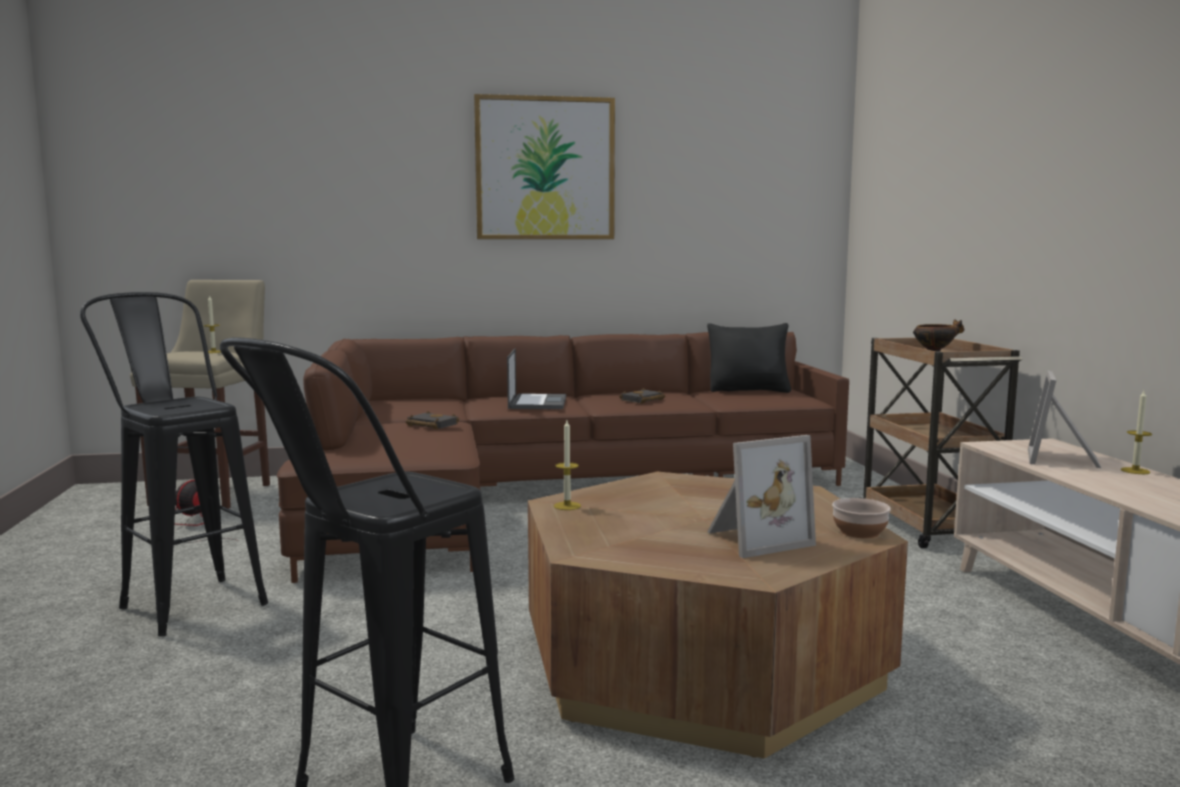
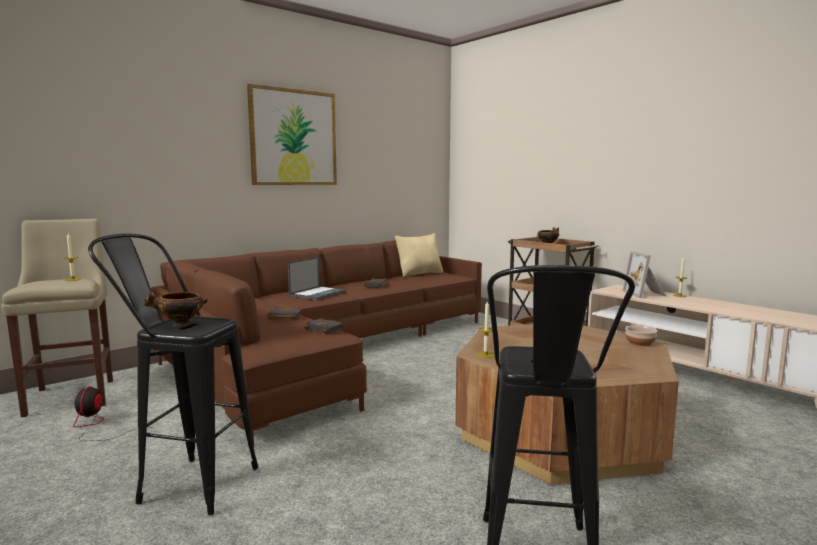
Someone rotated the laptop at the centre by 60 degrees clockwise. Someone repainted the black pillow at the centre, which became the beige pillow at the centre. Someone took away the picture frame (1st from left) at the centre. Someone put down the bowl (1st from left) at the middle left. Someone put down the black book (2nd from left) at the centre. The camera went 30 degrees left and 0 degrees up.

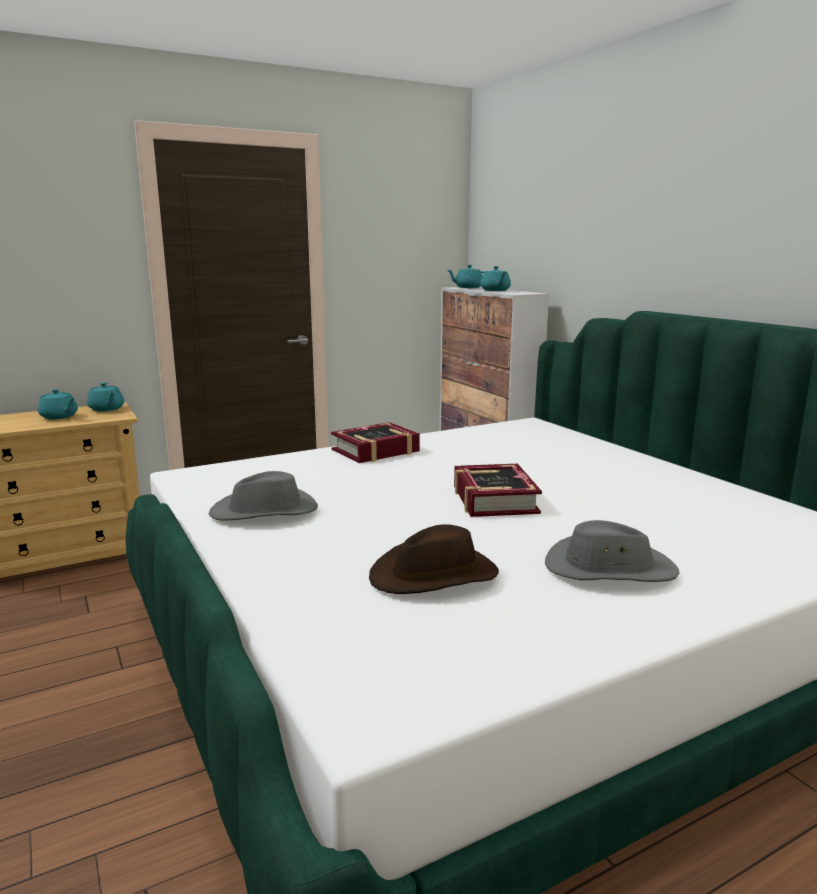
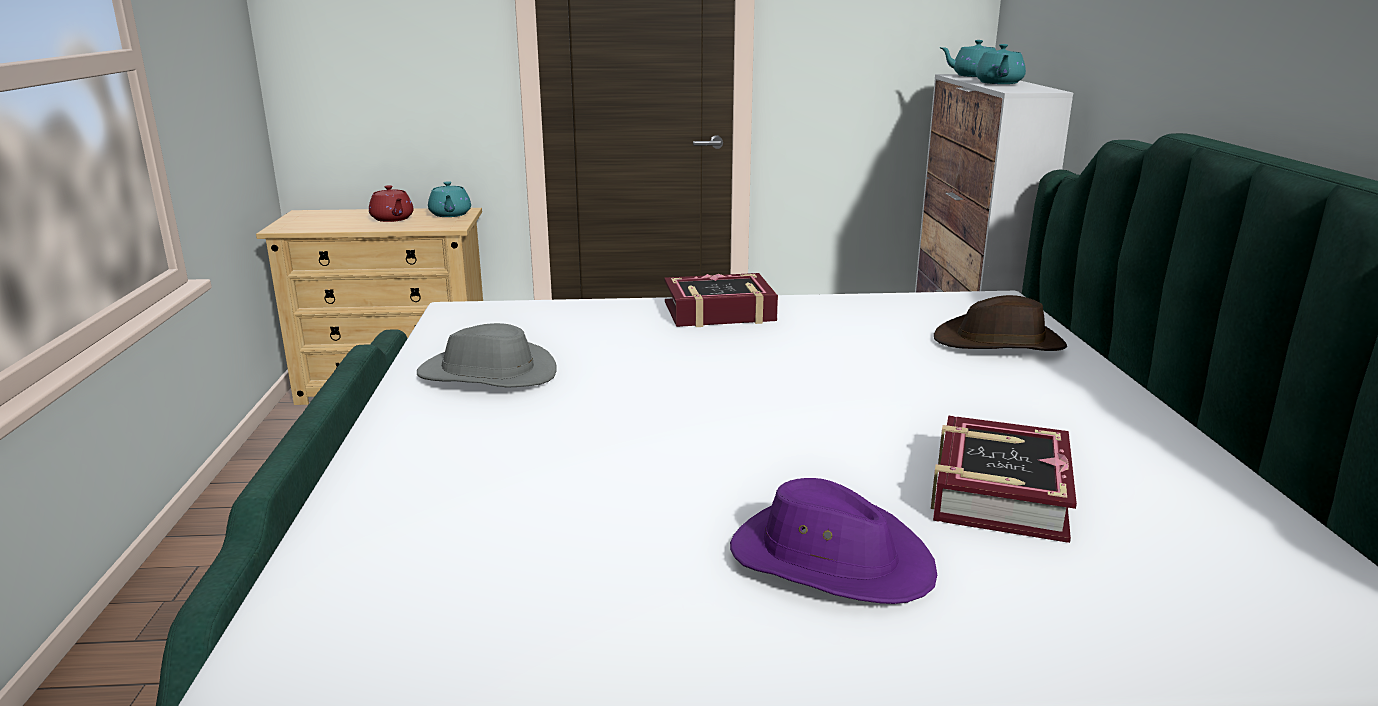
Someone repainted the turquoise teapot (1st from left) at the middle left, which became the red teapot at the top left. Someone carried the brown hat from the centre to the middle right. Someone carried the book (2nd from left) from the centre to the bottom right. Someone repainted the grey hat (2nd from left) at the middle right, which became the purple hat at the bottom centre. The camera went 25 degrees right and 5 degrees up.

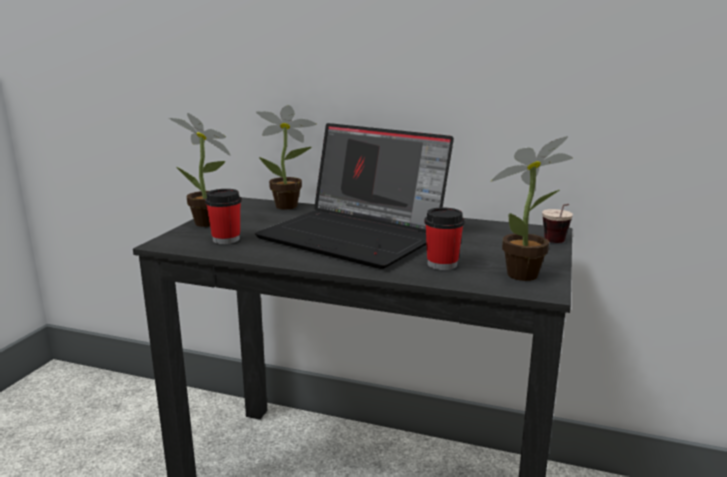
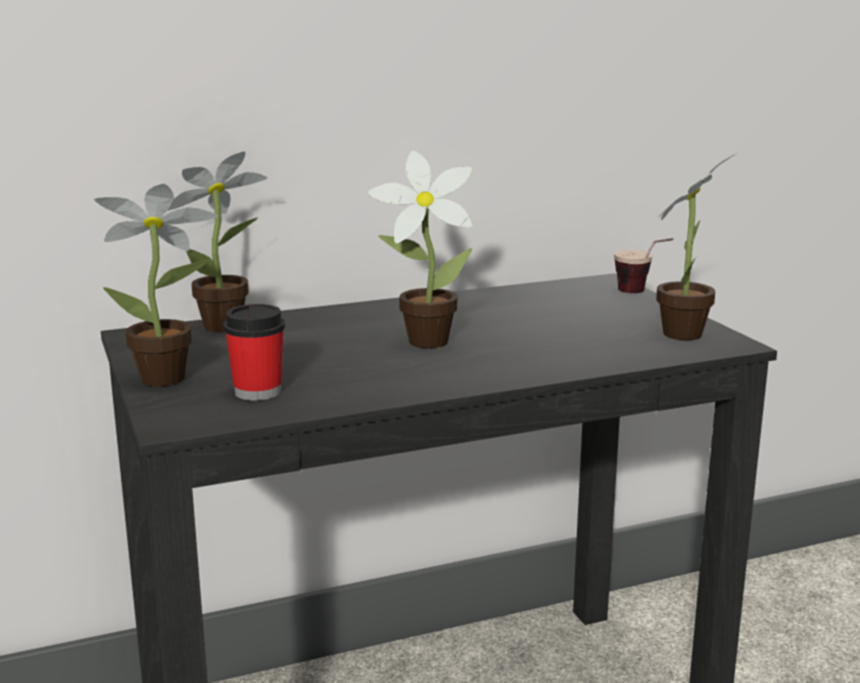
Someone swapped the laptop at the centre for the potted plant (3rd from left) at the centre. Someone took away the cup (2nd from left) at the centre. The camera went 40 degrees left and 0 degrees up.

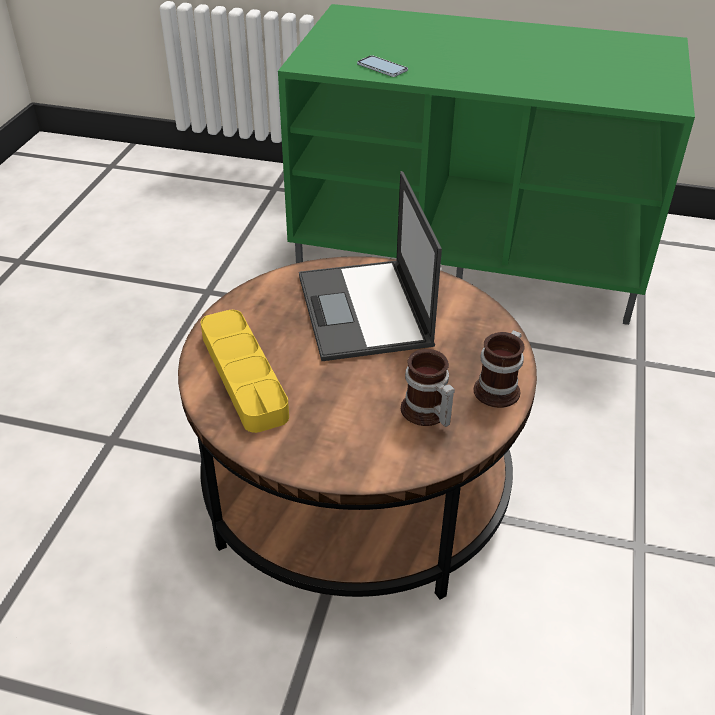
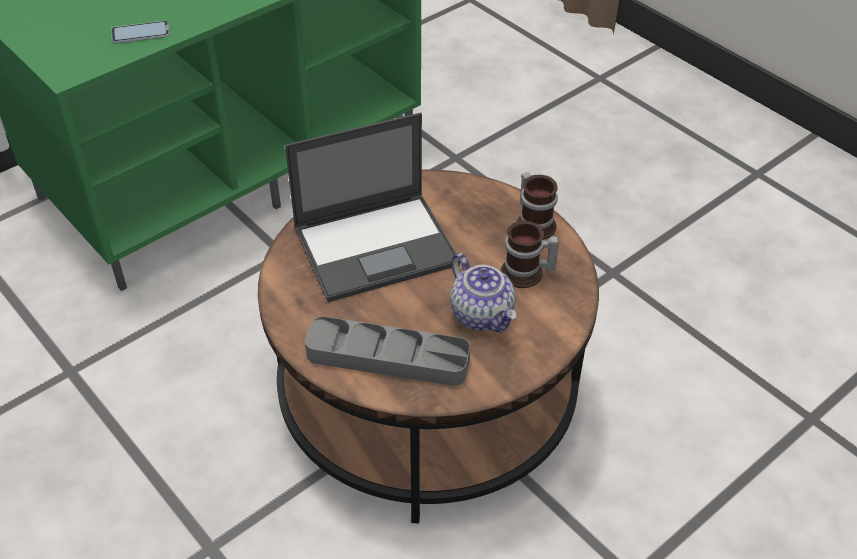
Someone repainted the yellow tray at the centre, which became the grey tray at the centre. Someone rotated the laptop at the centre by 45 degrees counterclockwise. Someone put down the teapot at the centre. The camera went 55 degrees left and 5 degrees up.

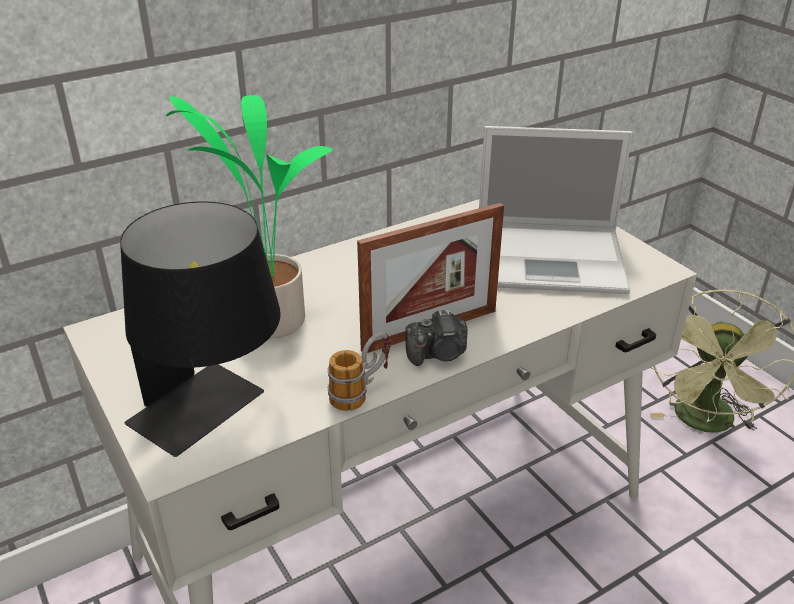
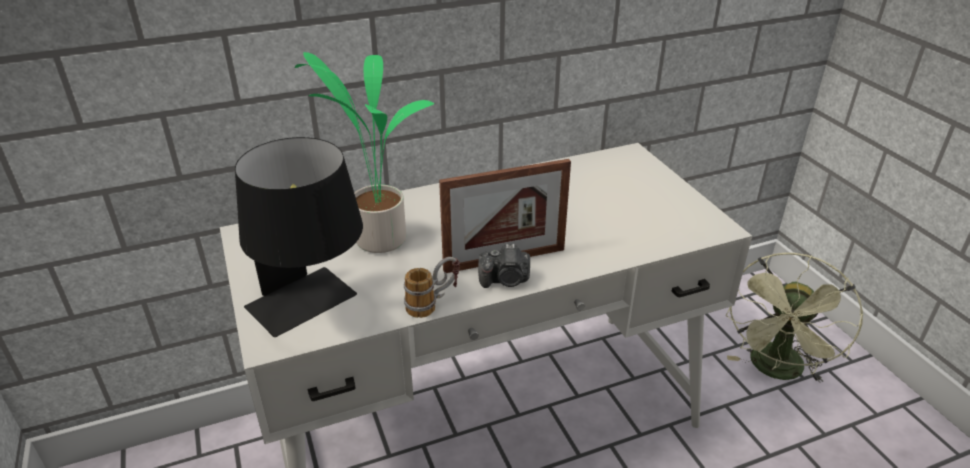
Someone took away the laptop at the middle right. The camera went 10 degrees right and 0 degrees up.

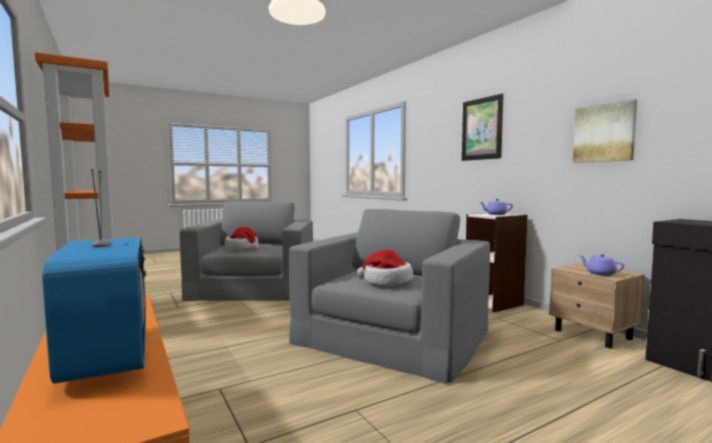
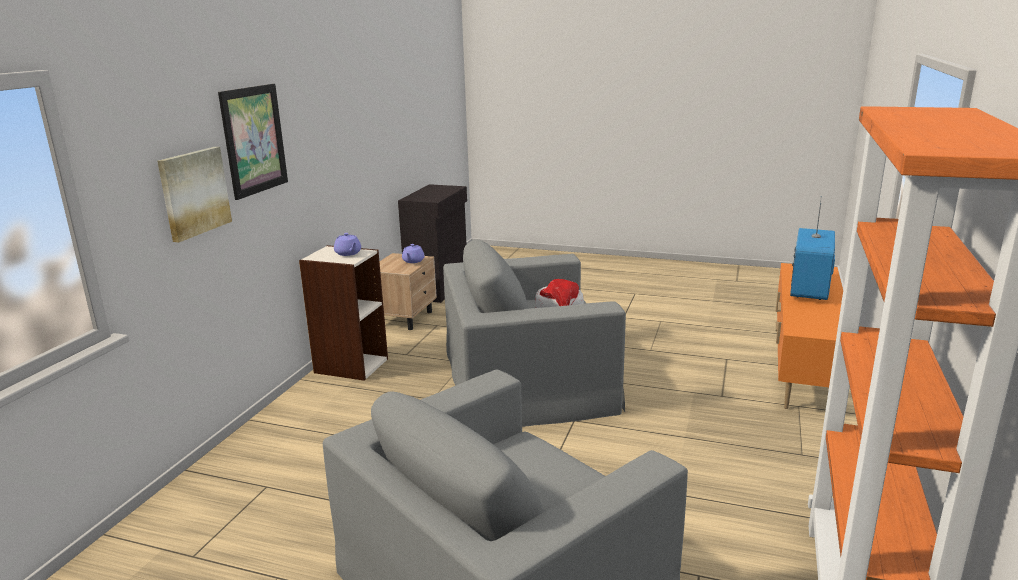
Someone took away the hat (1st from left) at the centre. Someone carried the picture (2nd from left in the first image) from the top right to the middle left. The camera went 130 degrees left and 15 degrees up.

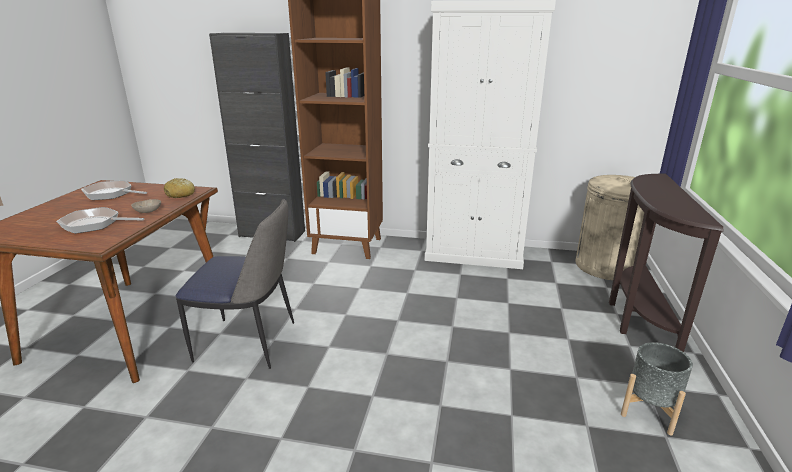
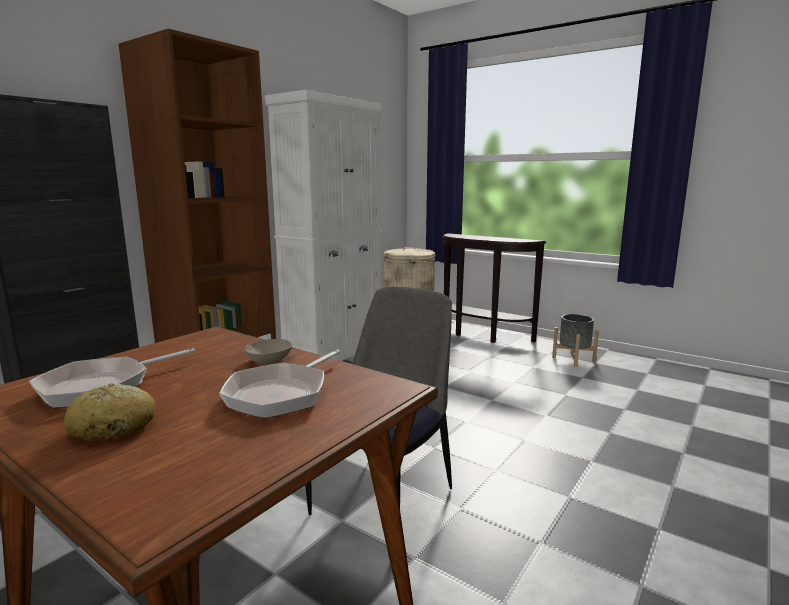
Someone carried the bread from the middle left to the bottom left. The camera went 65 degrees left and 10 degrees down.

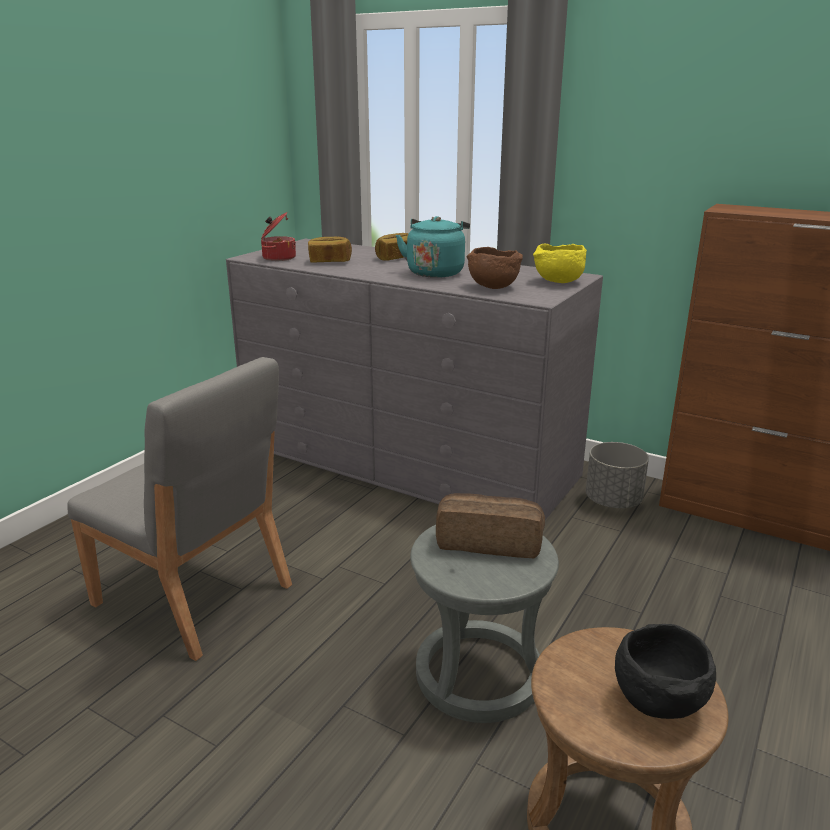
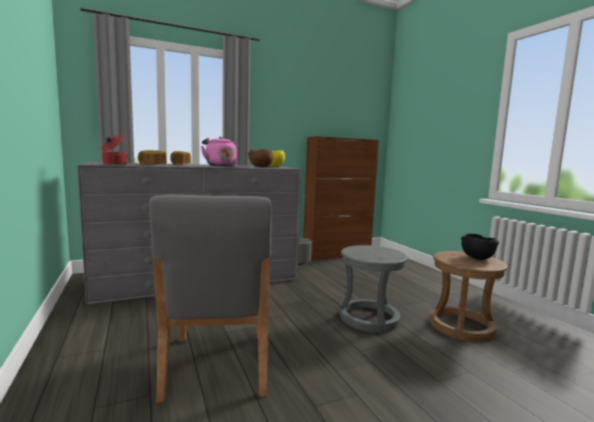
Someone rotated the grey chair at the middle left by 105 degrees clockwise. Someone repainted the turquoise kettle at the top centre, which became the pink kettle at the centre. Someone took away the bread (3rd from left) at the centre. The camera went 55 degrees left and 15 degrees down.

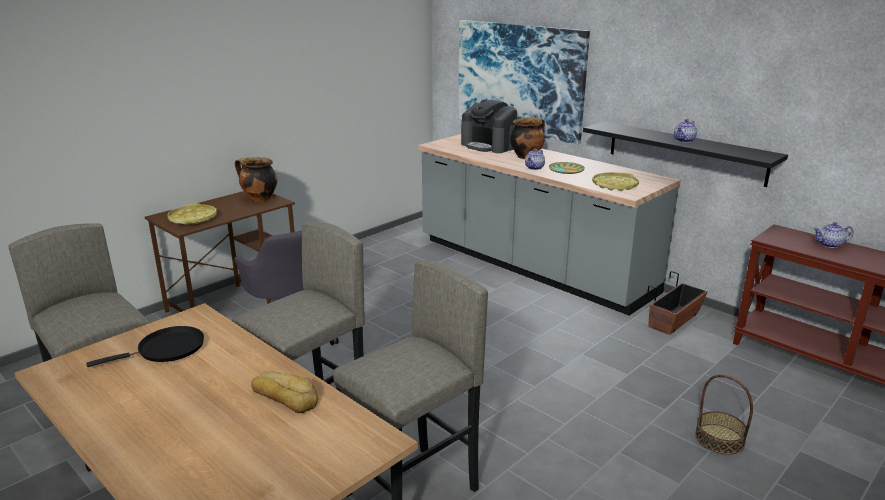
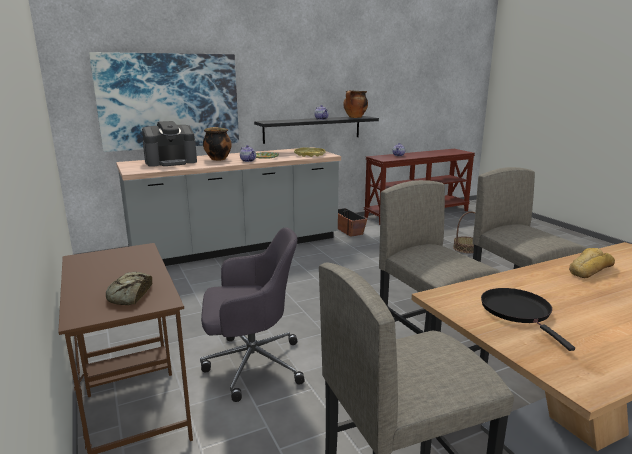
Someone swapped the yellow tray (1st from left) at the middle left for the bread (1st from left) at the middle left. Someone carried the cooking pot (1st from left in the first image) from the middle left to the top centre. The camera went 70 degrees left and 5 degrees down.

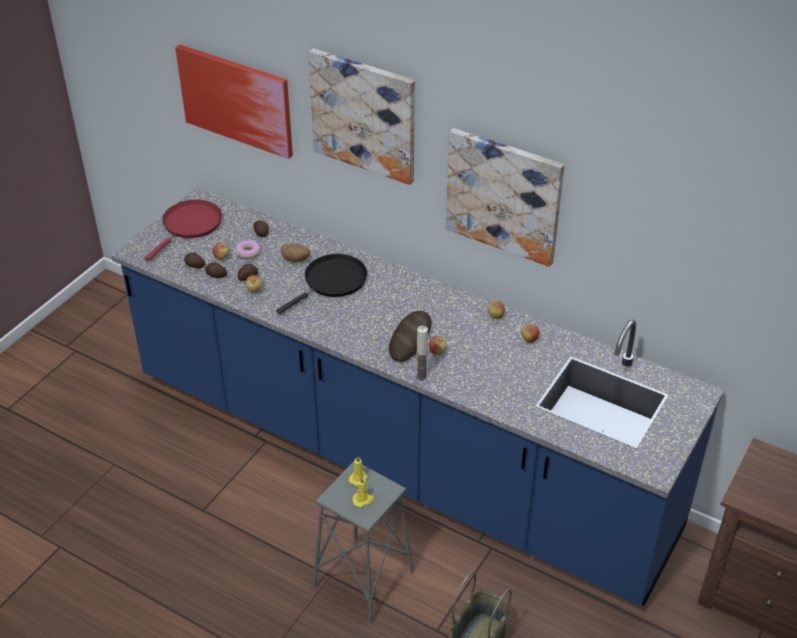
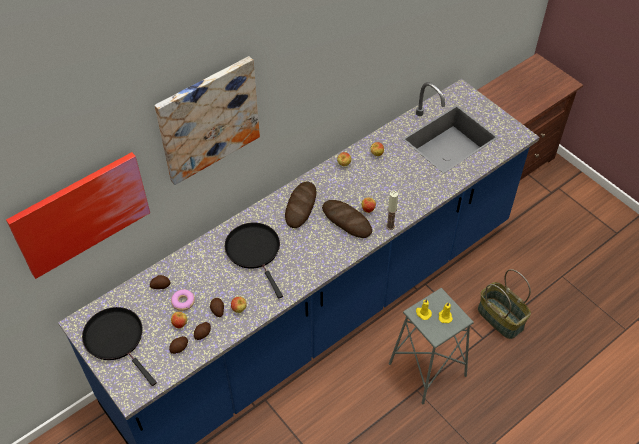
Someone repainted the red frying pan at the middle left, which became the black frying pan (1st from left) at the bottom left. Someone took away the potato (5th from left) at the centre. Someone took away the picture (3rd from left) at the top centre. Someone put down the bread (1st from left) at the centre. The camera went 70 degrees left and 10 degrees up.

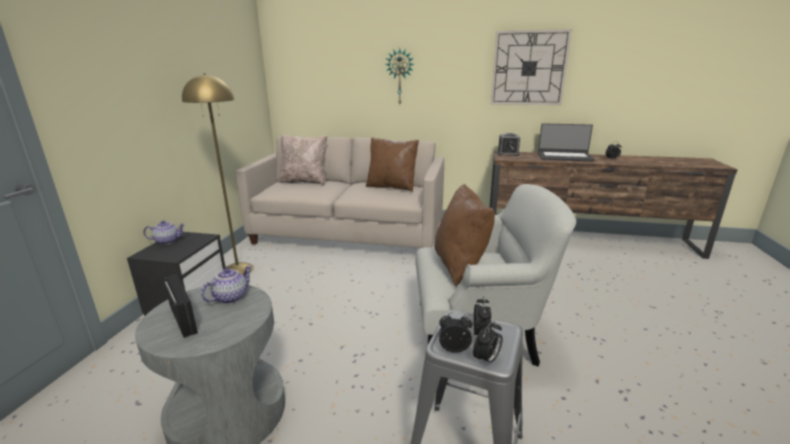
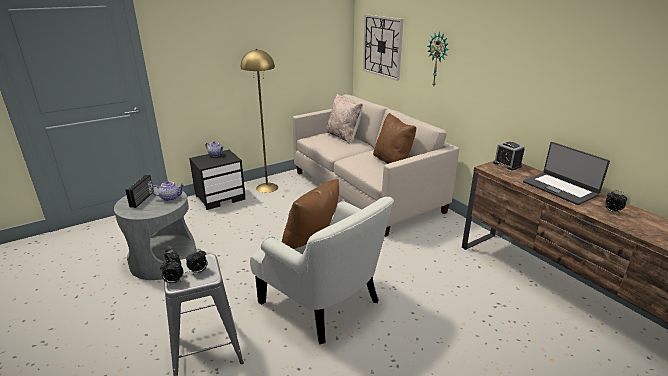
Someone carried the wall clock (2nd from left in the first image) from the top right to the top centre. The camera went 45 degrees right and 5 degrees up.

